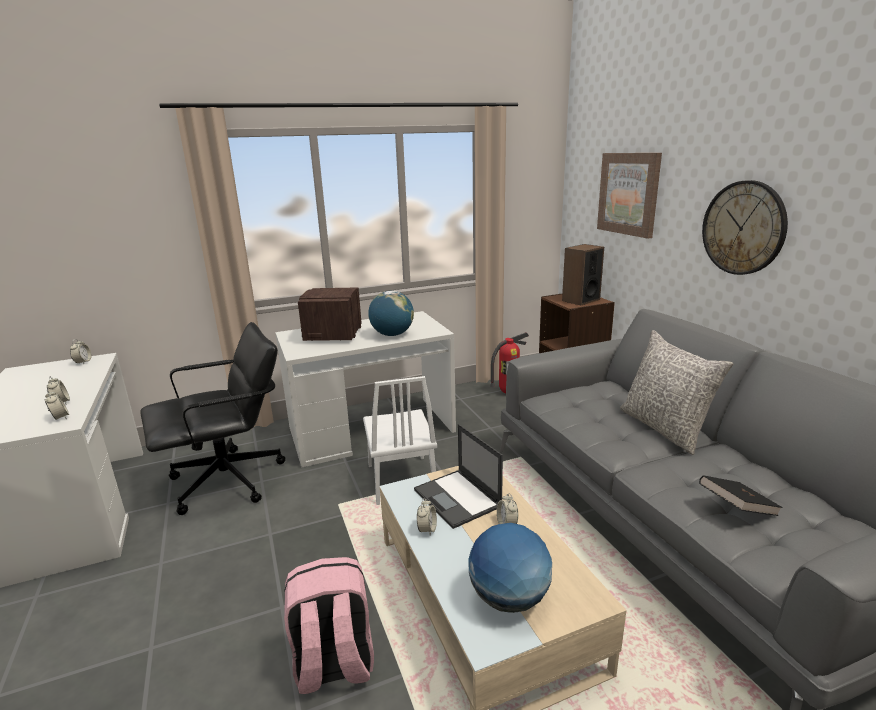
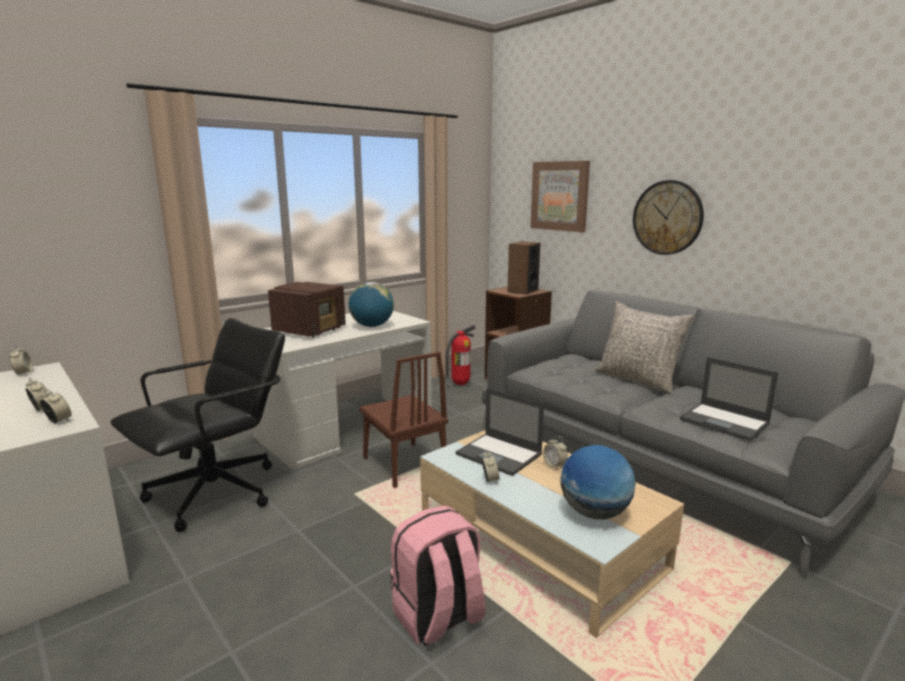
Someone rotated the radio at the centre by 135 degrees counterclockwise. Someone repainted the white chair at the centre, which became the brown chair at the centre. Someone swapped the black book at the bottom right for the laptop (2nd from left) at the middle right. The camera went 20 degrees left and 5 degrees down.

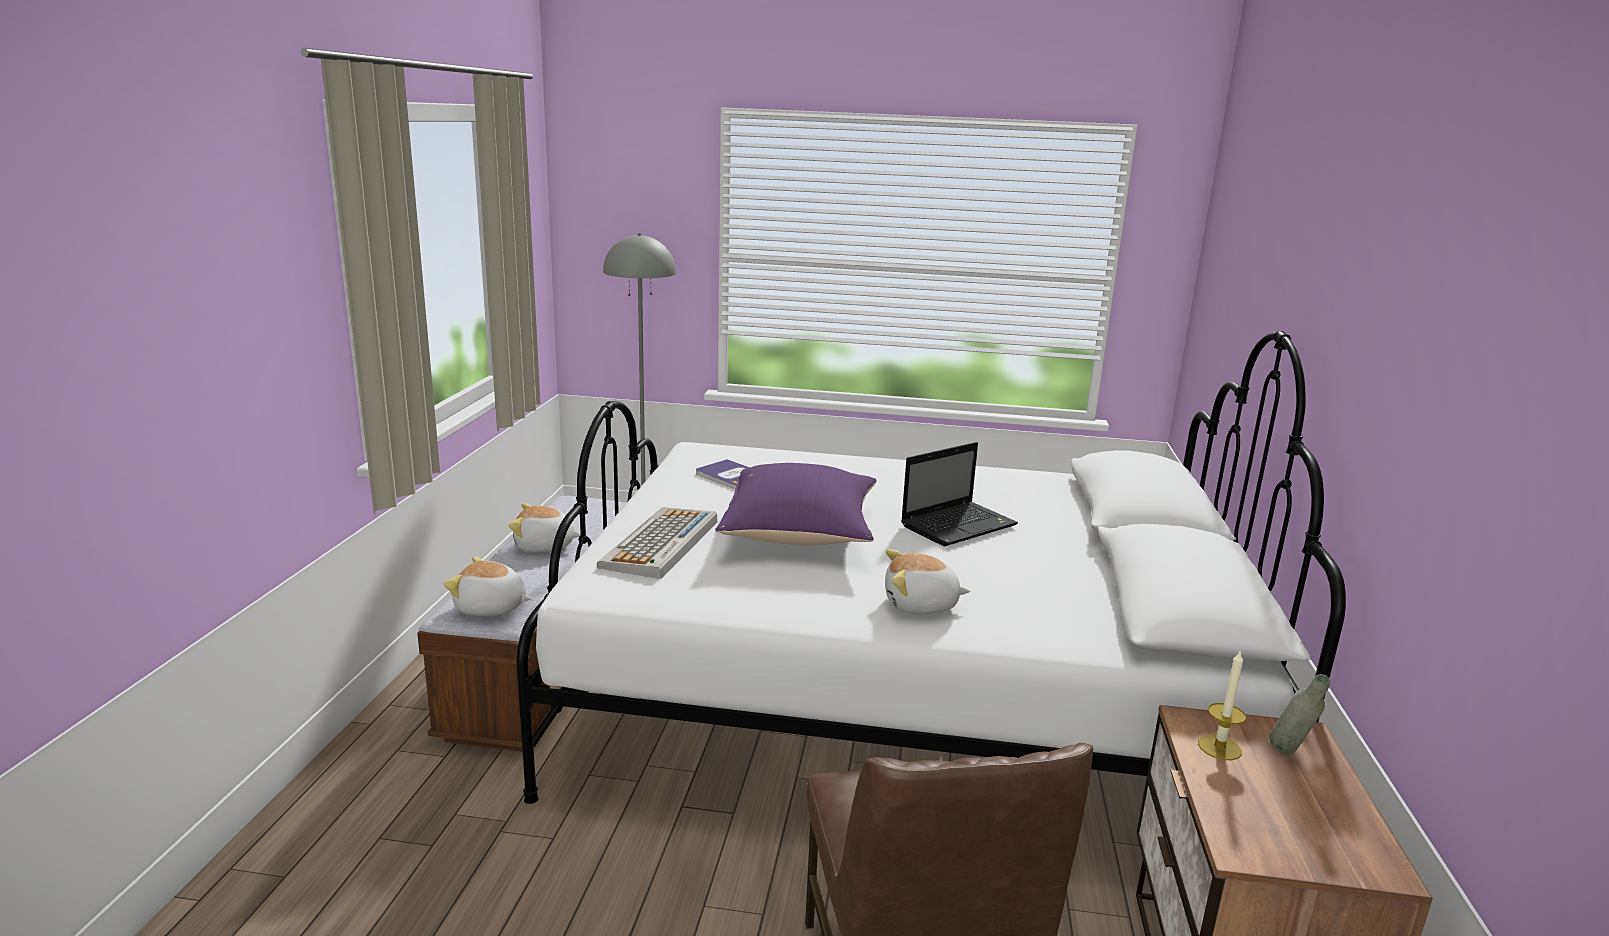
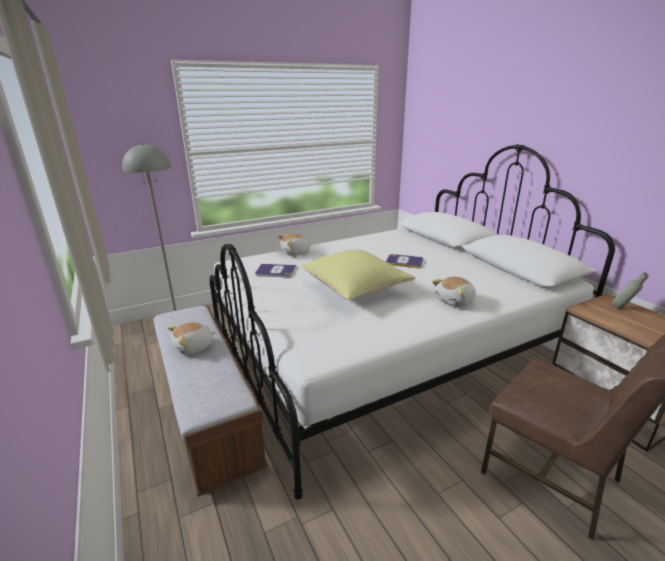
Someone carried the plush toy (1st from left in the first image) from the middle left to the centre. Someone took away the keyboard at the centre. Someone repainted the purple pillow at the centre, which became the yellow pillow at the centre. Someone swapped the laptop at the centre for the book (2nd from left) at the centre. Someone took away the candle at the bottom right. The camera went 35 degrees left and 5 degrees up.

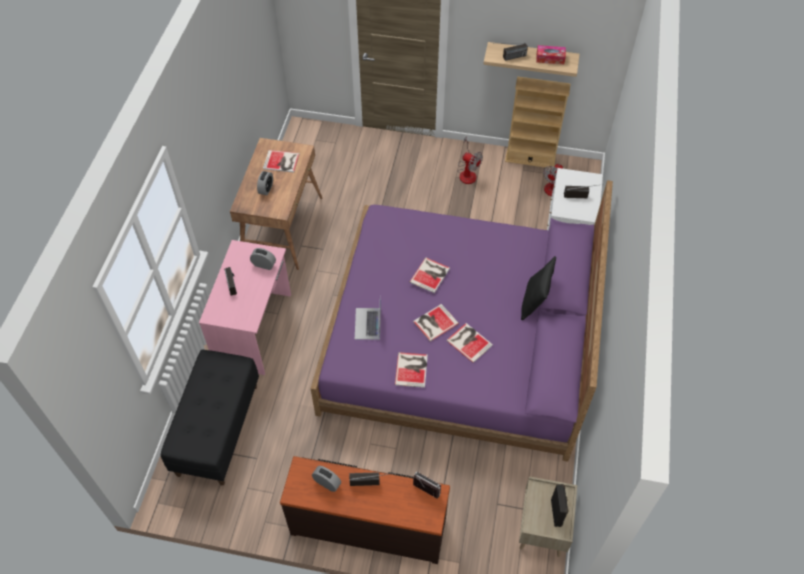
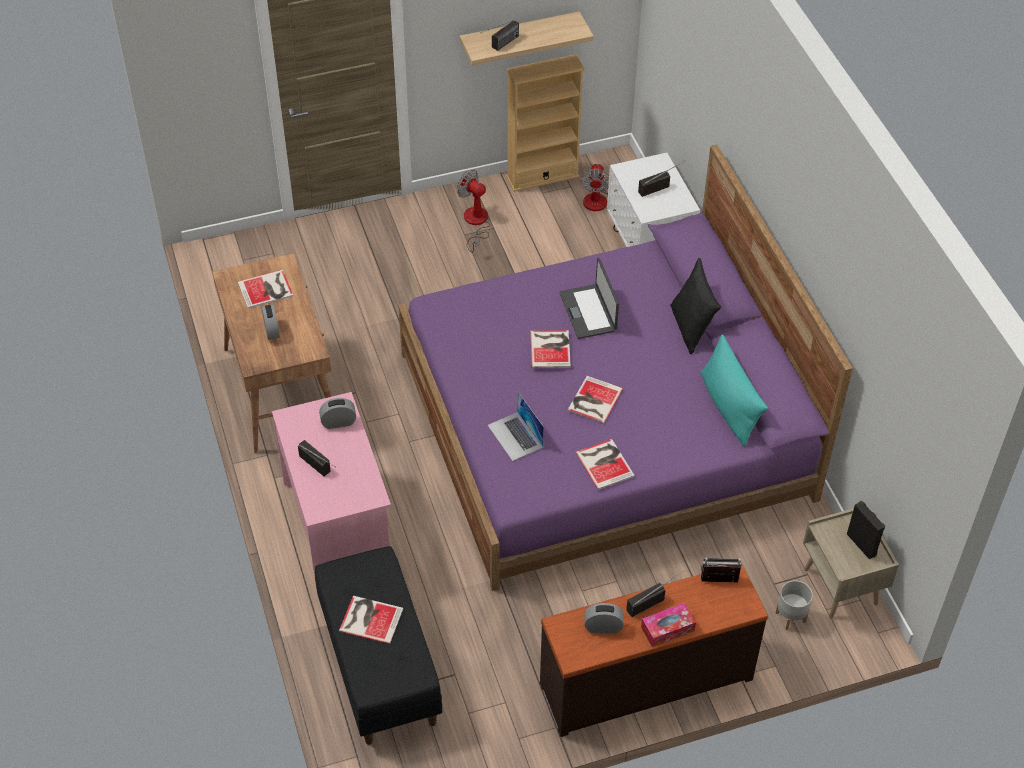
Someone carried the book (5th from left in the first image) from the centre to the bottom centre. Someone rotated the fan (1st from left) at the top centre by 150 degrees counterclockwise. Someone carried the tissue box from the top right to the bottom centre. Someone put down the laptop (2nd from left) at the centre. Someone put down the turquoise pillow at the middle right. Someone put down the grey planter at the bottom right. The camera went 30 degrees left and 5 degrees down.

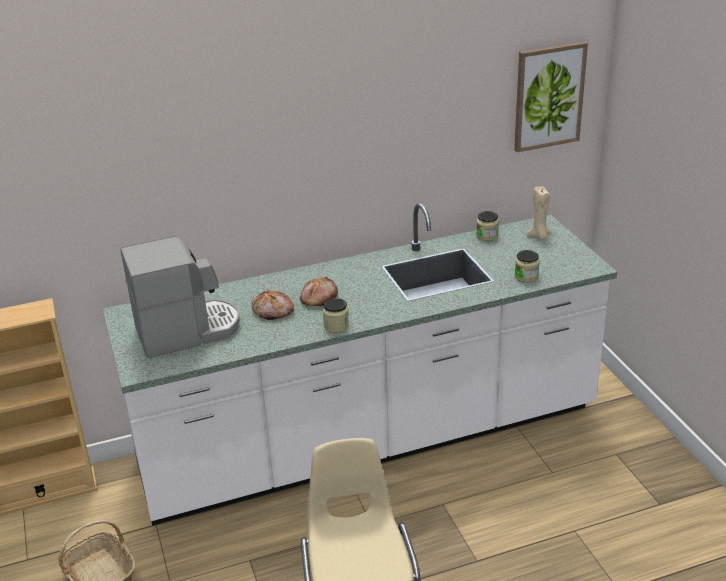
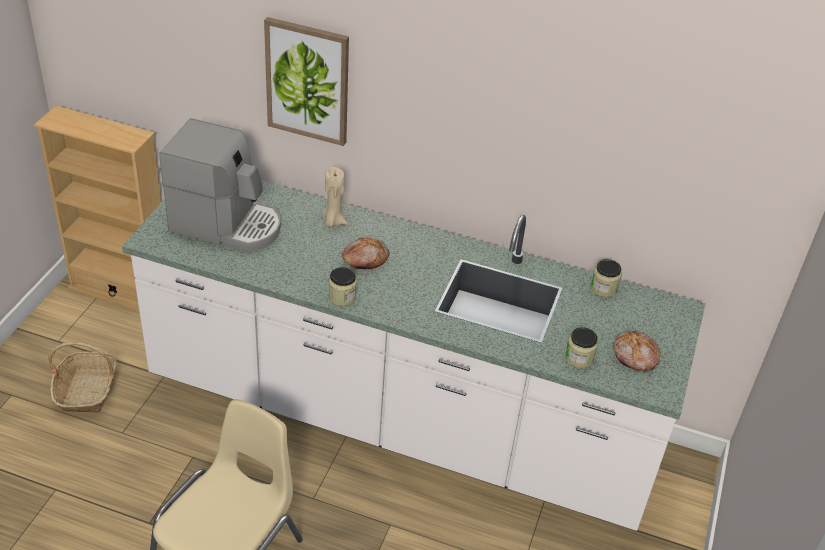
Someone carried the bread (1st from left in the first image) from the centre to the middle right. Someone carried the picture from the top right to the top centre. Someone carried the beige candle from the middle right to the centre. The camera went 35 degrees right and 10 degrees up.

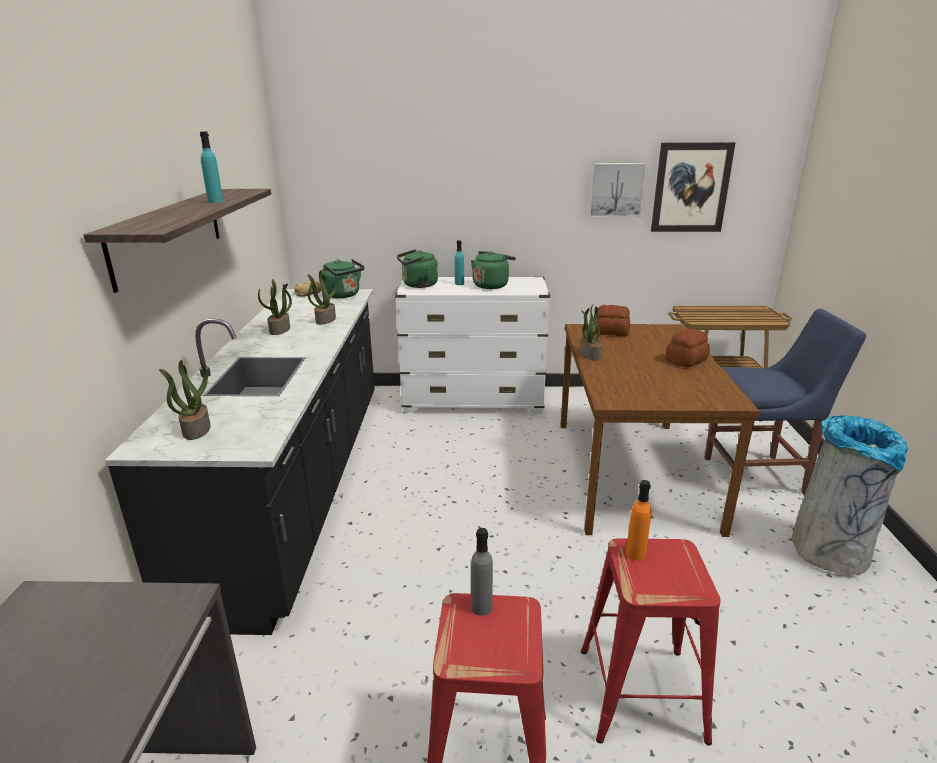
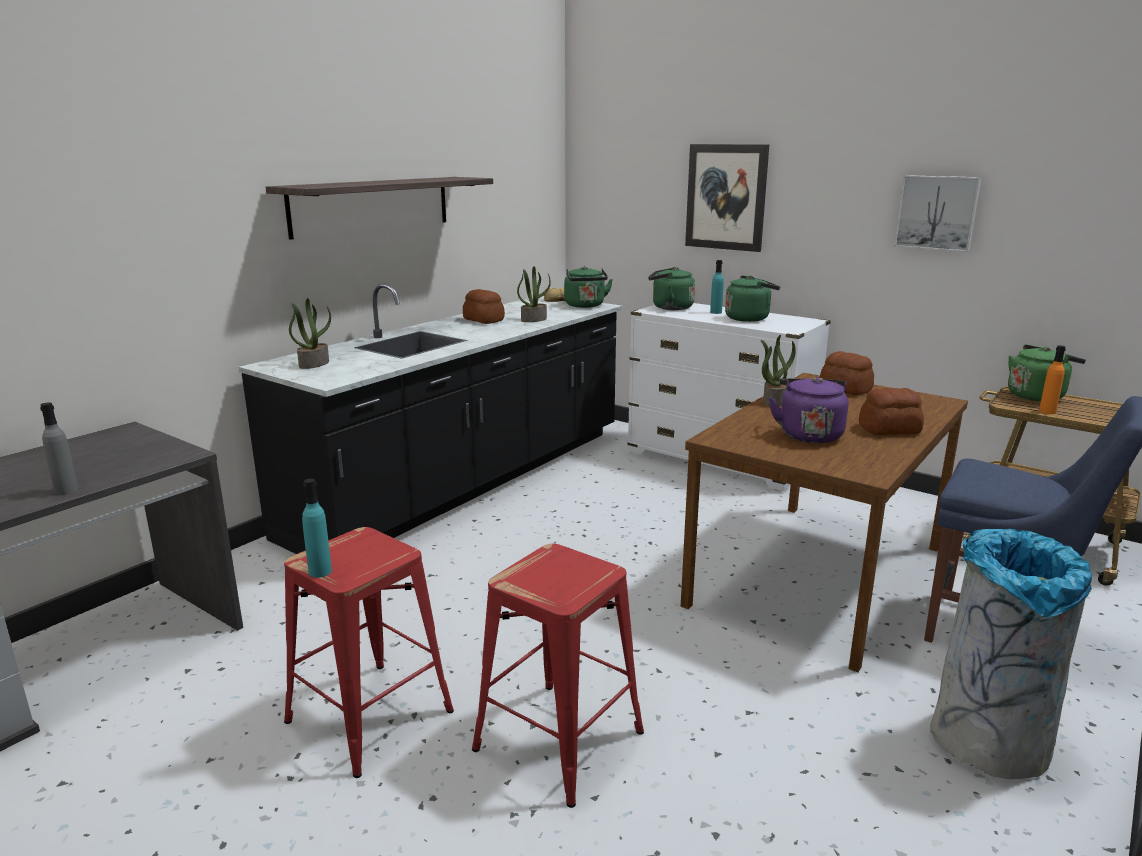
Someone carried the turquoise bottle (1st from left) from the top left to the middle left. Someone swapped the potted plant (2nd from left) at the middle left for the bread (1st from left) at the centre. Someone carried the grey bottle from the bottom centre to the middle left. Someone carried the orange bottle from the bottom right to the middle right. Someone carried the picture (2nd from left in the first image) from the top right to the top centre. Someone put down the purple kettle at the middle right. Someone put down the green kettle (4th from left) at the middle right. The camera went 35 degrees right and 5 degrees down.

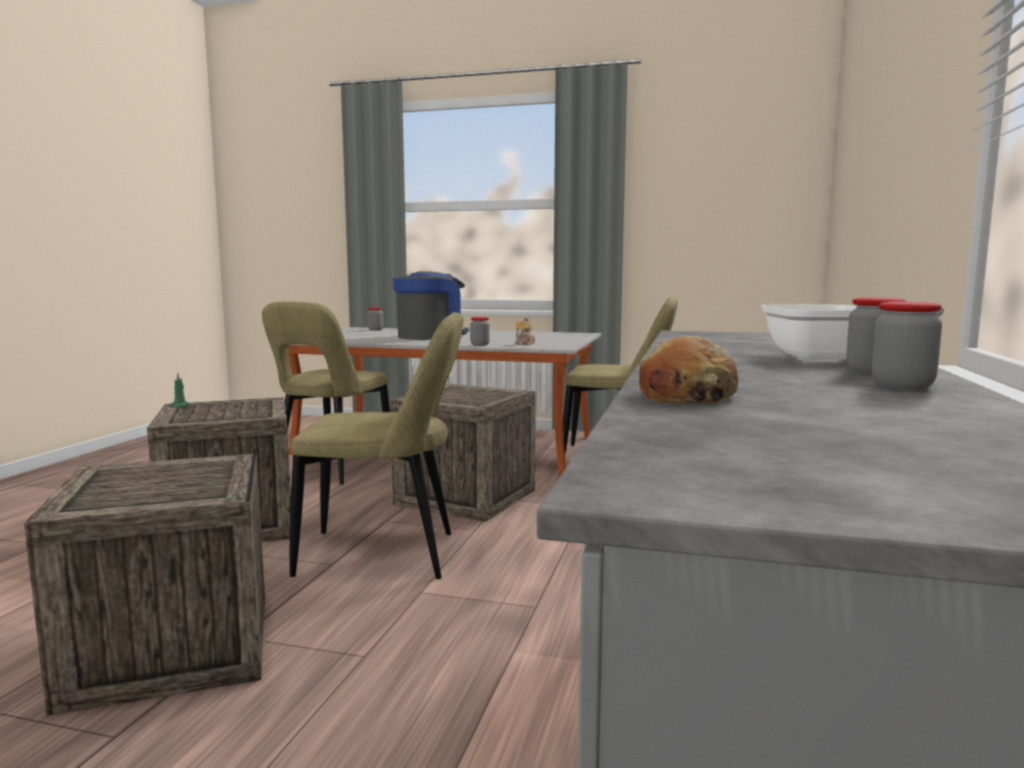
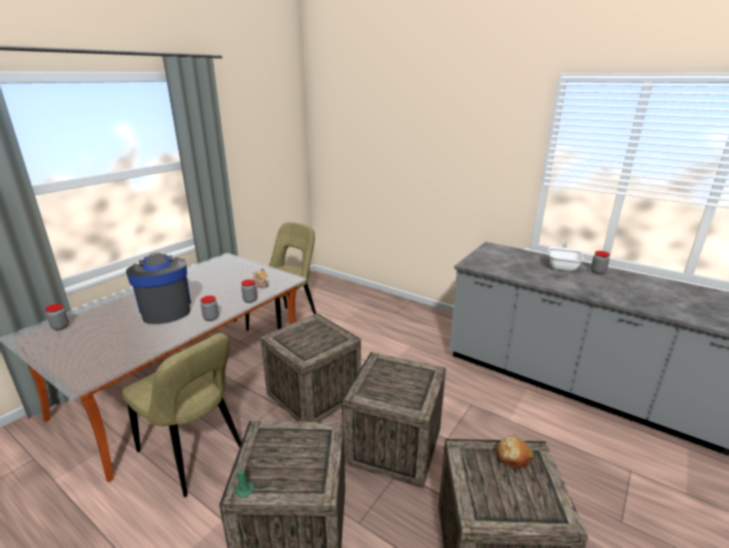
Someone swapped the beige chair (2nd from left) at the centre for the crate (3rd from left) at the bottom centre. Someone carried the bread from the middle right to the bottom right. Someone carried the jar (4th from left in the first image) from the middle right to the middle left. The camera went 70 degrees left and 15 degrees up.

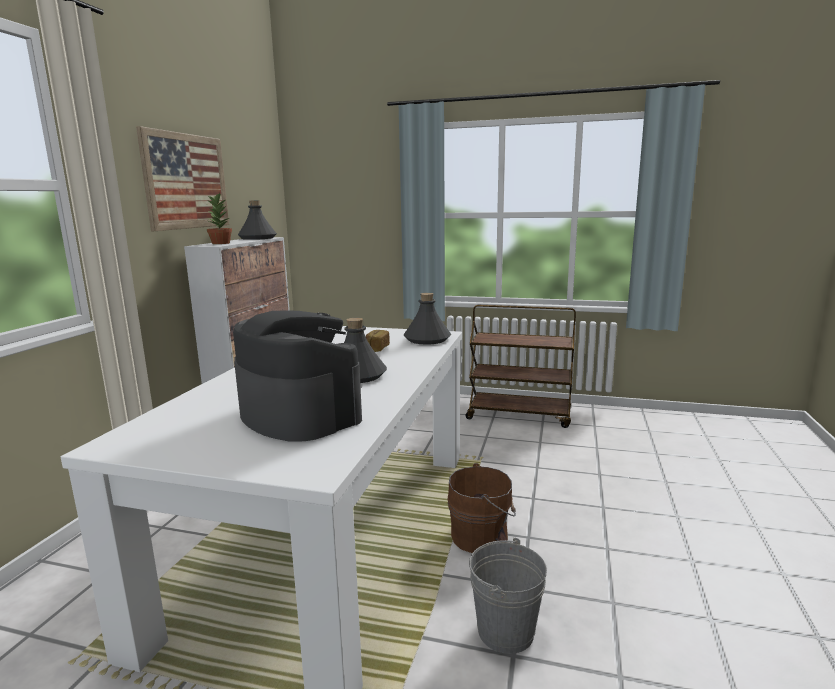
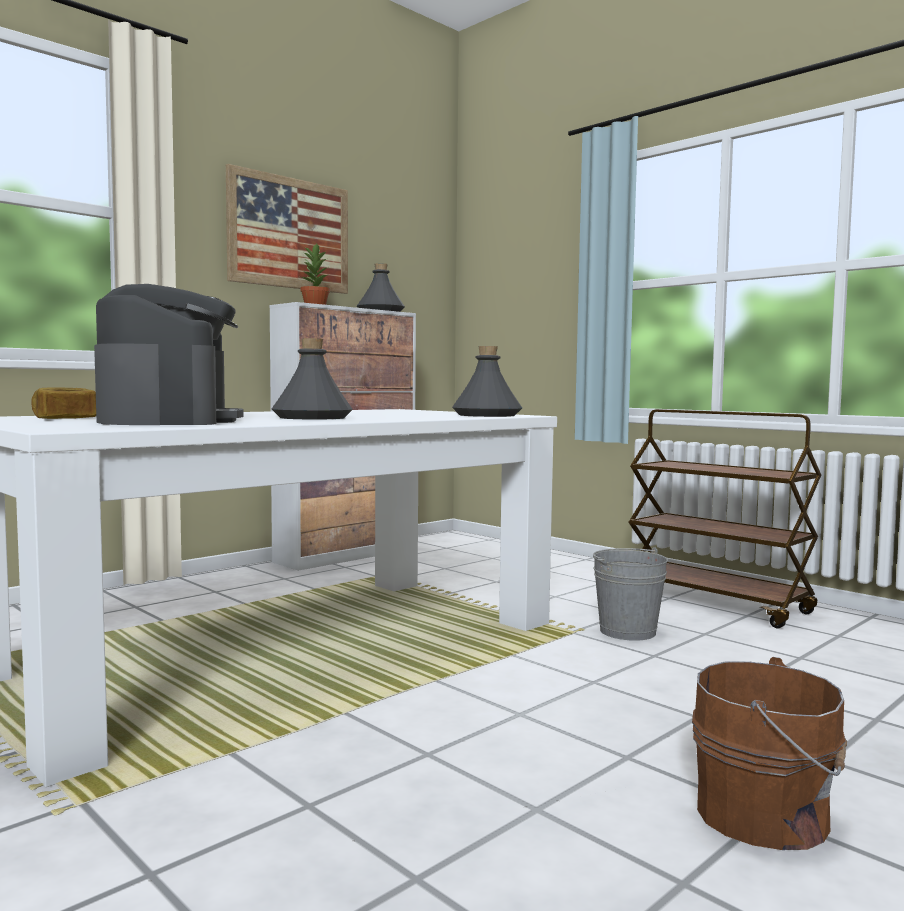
Someone carried the bread from the centre to the middle left. Someone carried the brown bucket from the bottom centre to the bottom right. Someone carried the grey bucket from the bottom centre to the middle right. The camera went 30 degrees right and 10 degrees down.

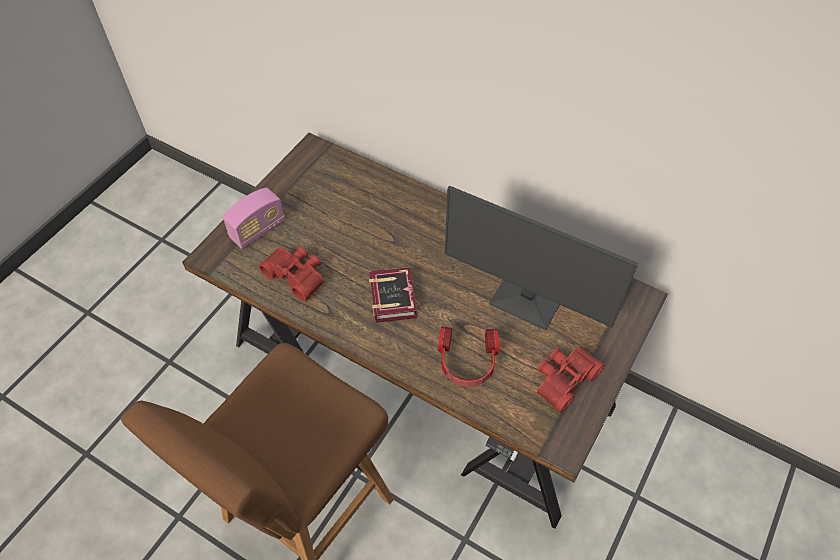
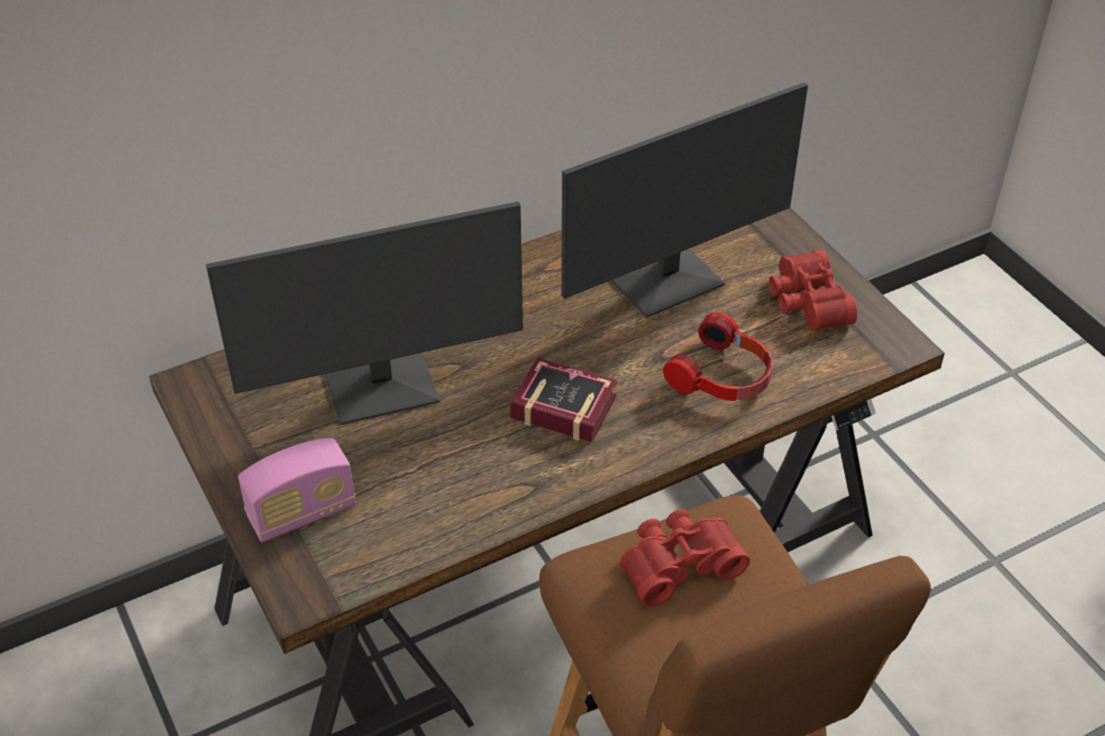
Someone rotated the radio at the middle left by 75 degrees clockwise. Someone carried the red binoculars (1st from left) from the centre to the bottom centre. Someone put down the monitor (1st from left) at the middle left. The camera went 60 degrees left and 10 degrees down.

